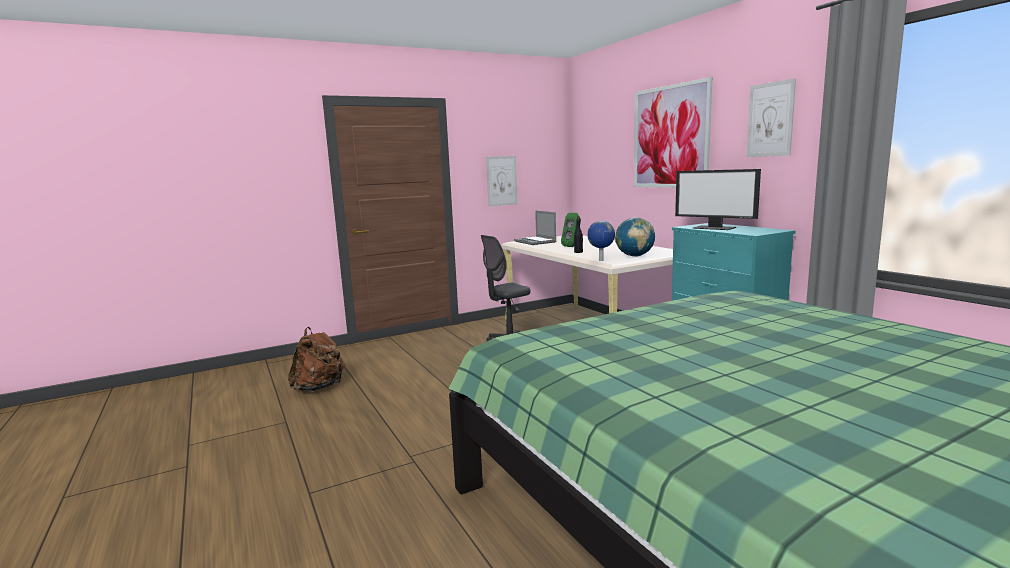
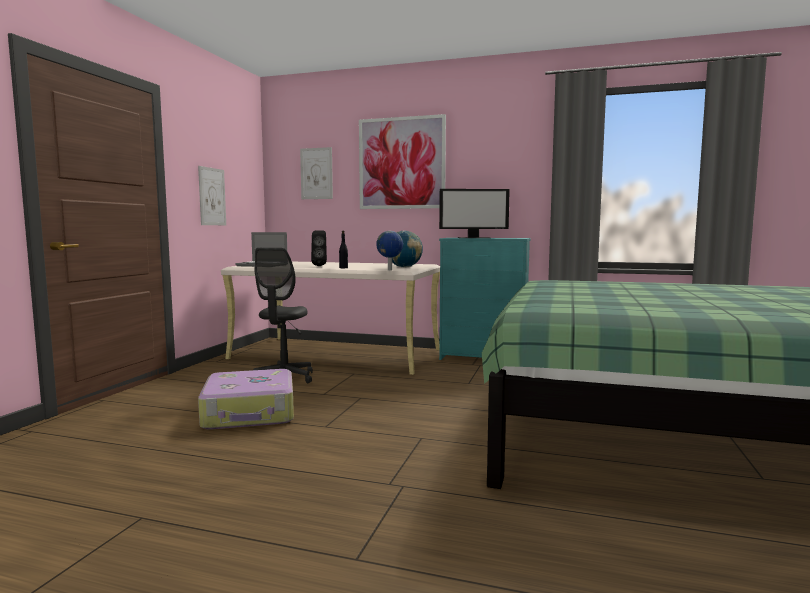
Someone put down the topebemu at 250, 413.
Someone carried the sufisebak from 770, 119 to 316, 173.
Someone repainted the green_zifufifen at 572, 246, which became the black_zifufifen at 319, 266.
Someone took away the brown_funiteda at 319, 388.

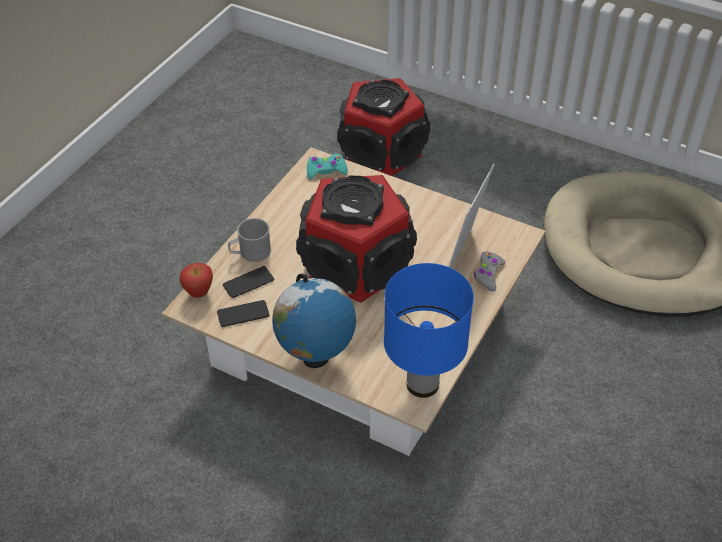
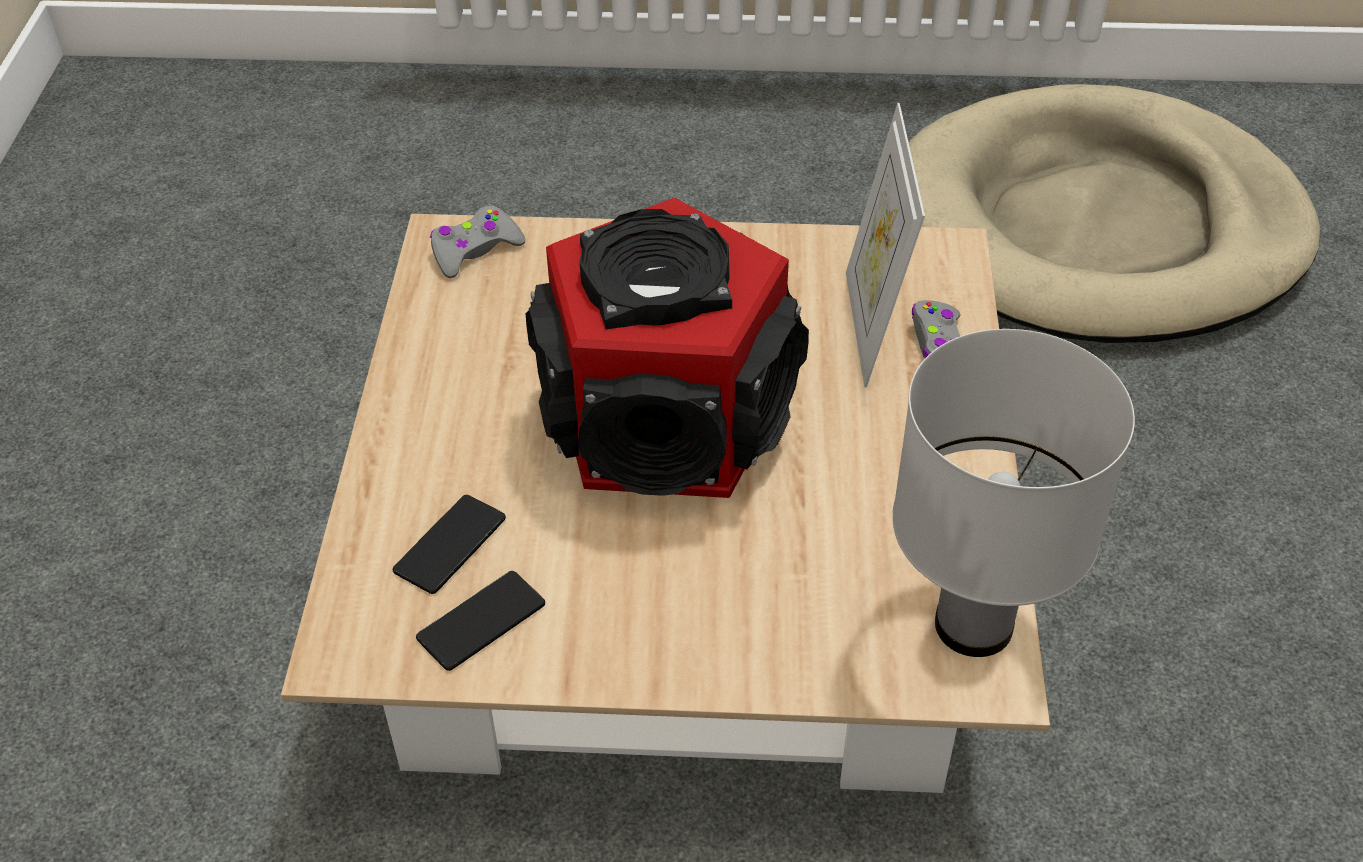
Someone repainted the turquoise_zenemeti at 326, 170, which became the grey_zenemeti at 475, 250.
Someone repainted the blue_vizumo at 422, 385, which became the white_vizumo at 973, 627.
Someone took away the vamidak at 199, 293.
Someone took away the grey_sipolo at 250, 253.
Someone took away the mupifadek at 315, 358.
Someone took away the zifufifen at 382, 153.

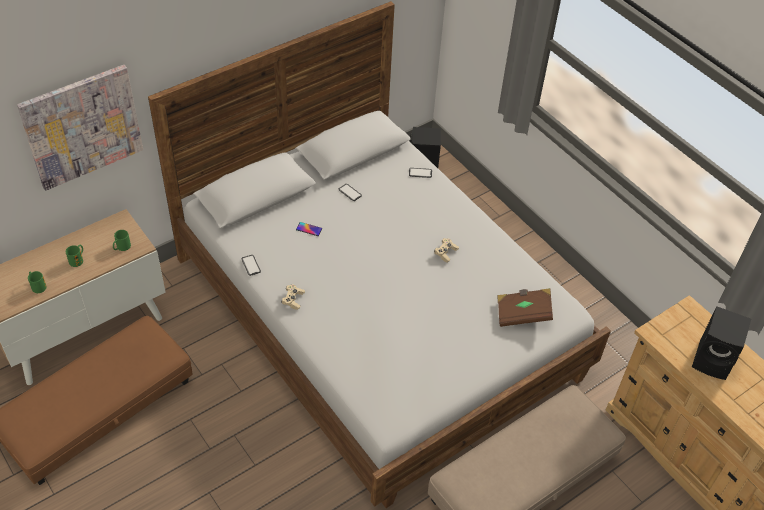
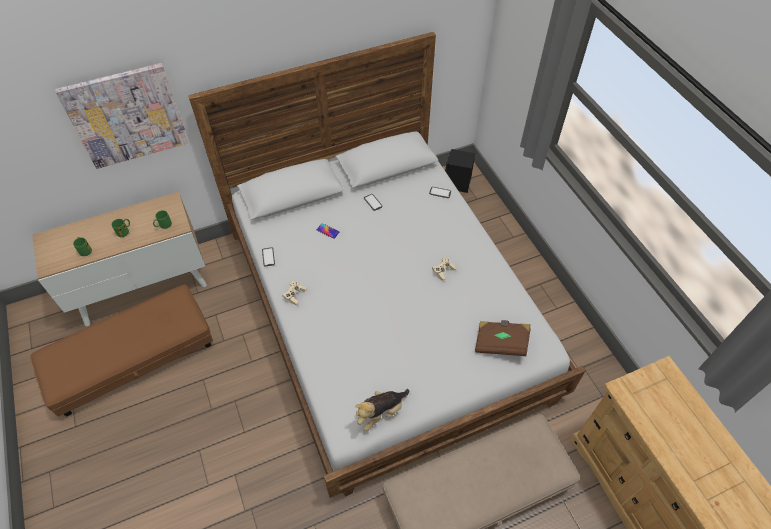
Someone put down the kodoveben at 381, 412.
Someone took away the black_zifufifen at 714, 361.

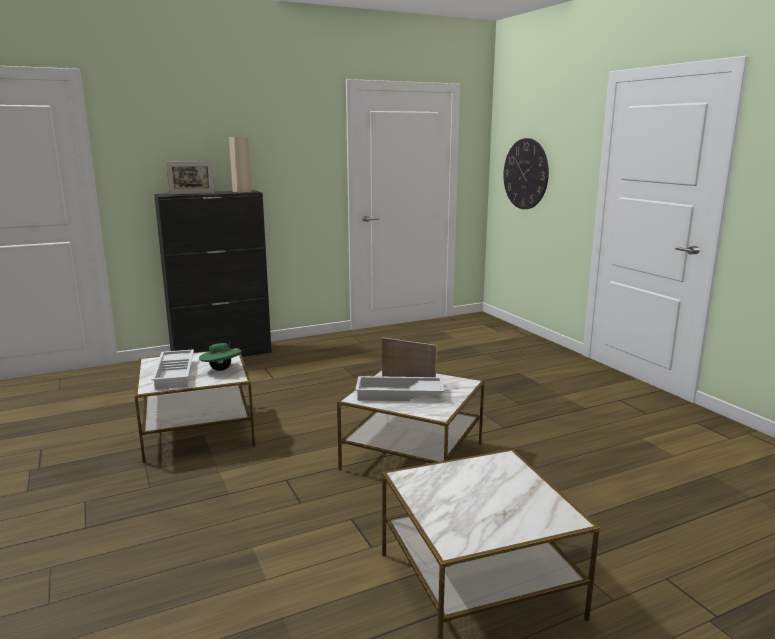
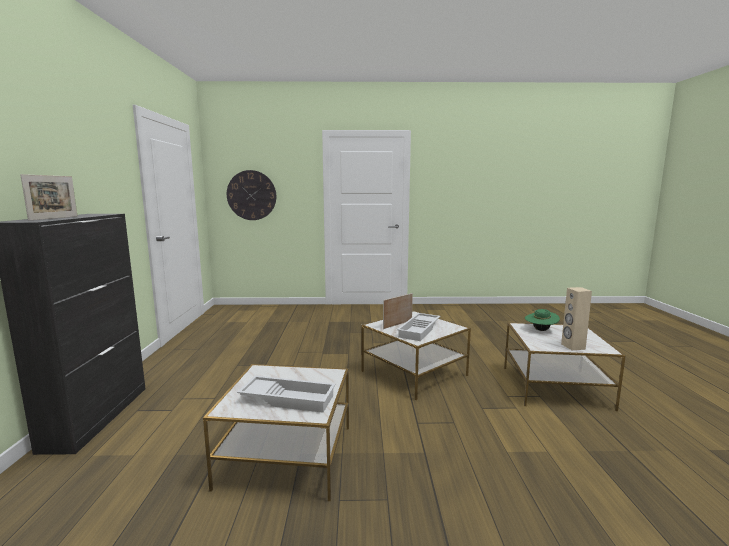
Someone carried the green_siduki from 221, 369 to 540, 330.
Someone carried the beige_zifufifen from 241, 191 to 572, 346.

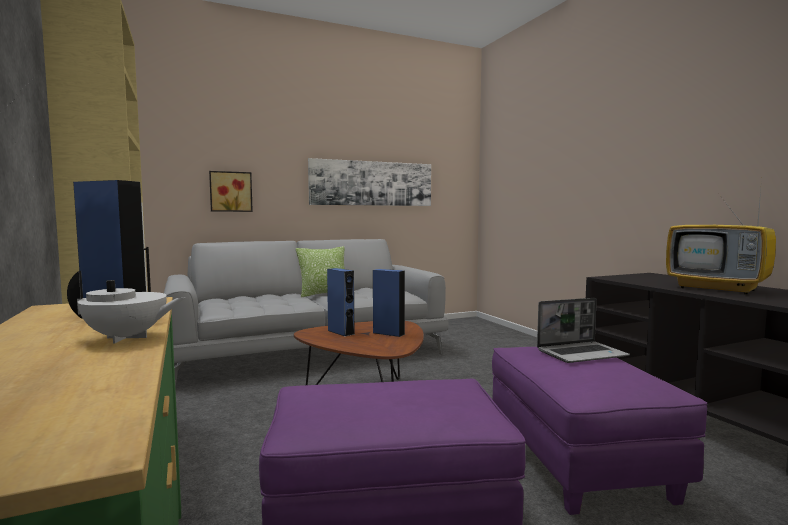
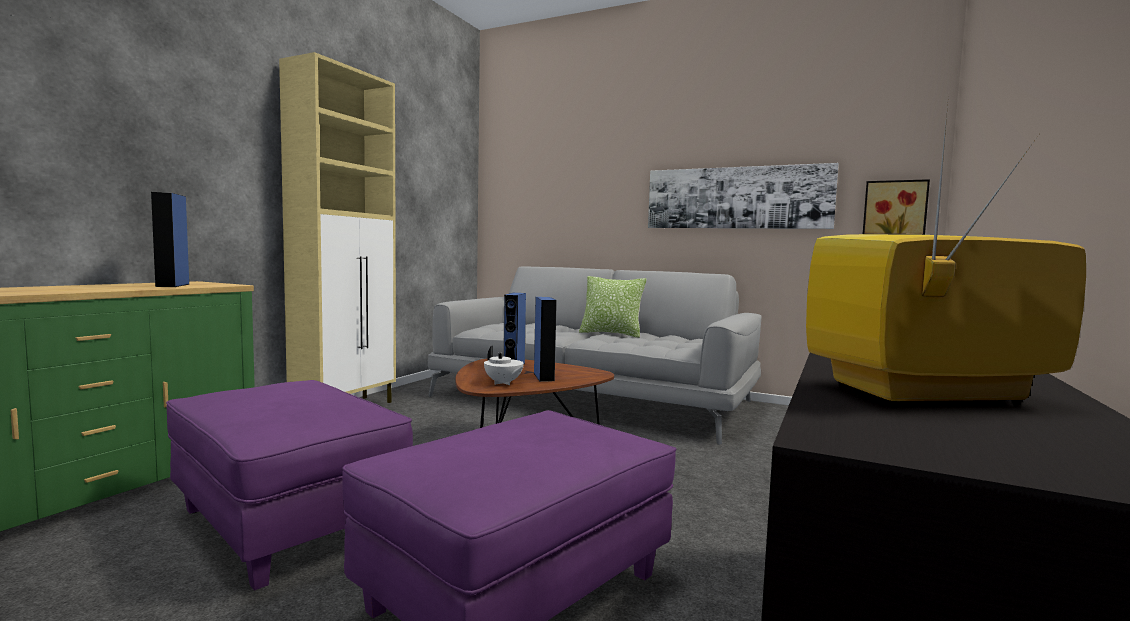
Someone carried the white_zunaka from 127, 338 to 503, 383.
Someone rotated the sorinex at 719, 289 by 75 degrees clockwise.
Someone carried the sufisebak from 231, 191 to 894, 208.
Someone took away the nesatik at 582, 353.

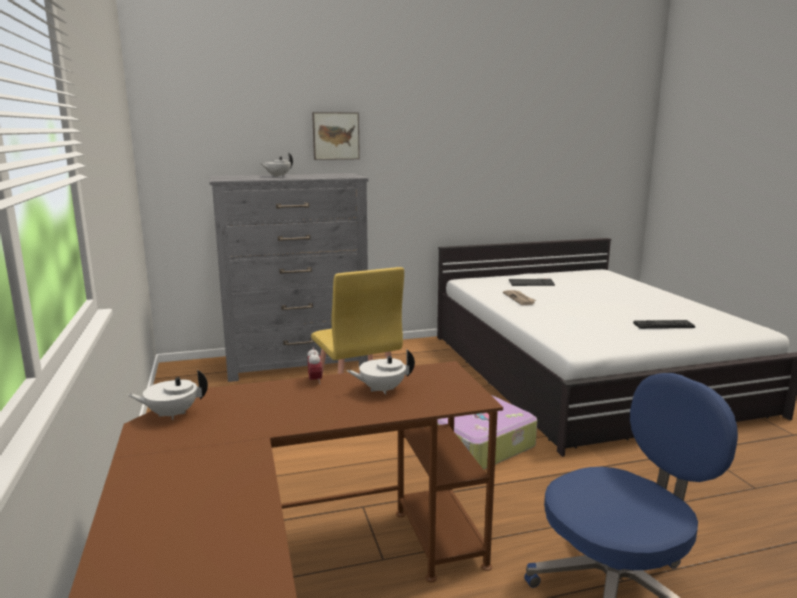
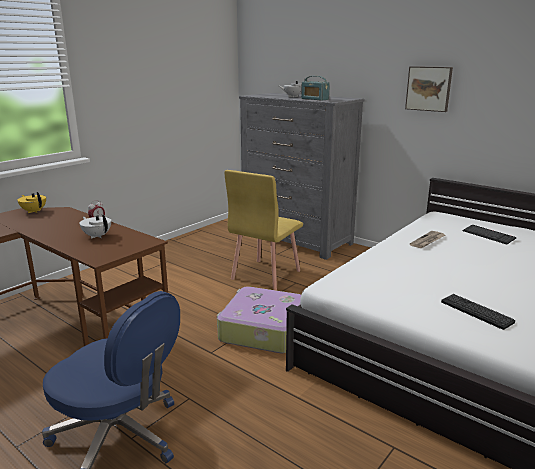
Someone repainted the white_zunaka at 172, 414, which became the yellow_zunaka at 34, 211.
Someone put down the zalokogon at 314, 99.
Someone carried the sufisebak from 335, 136 to 429, 88.

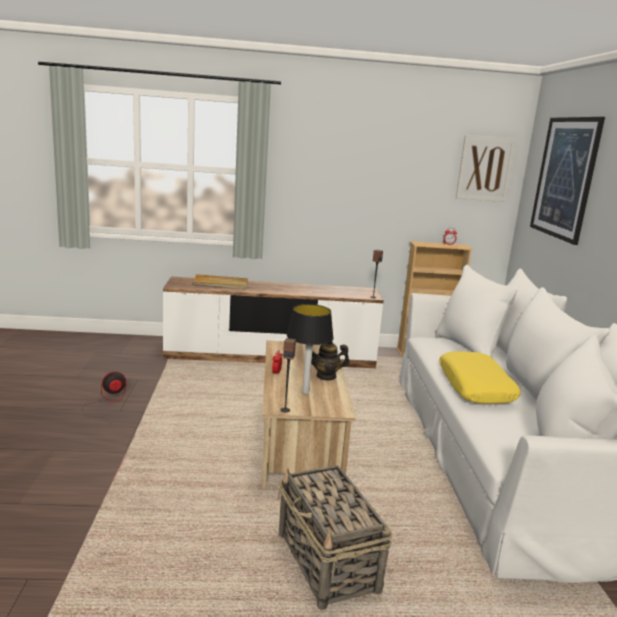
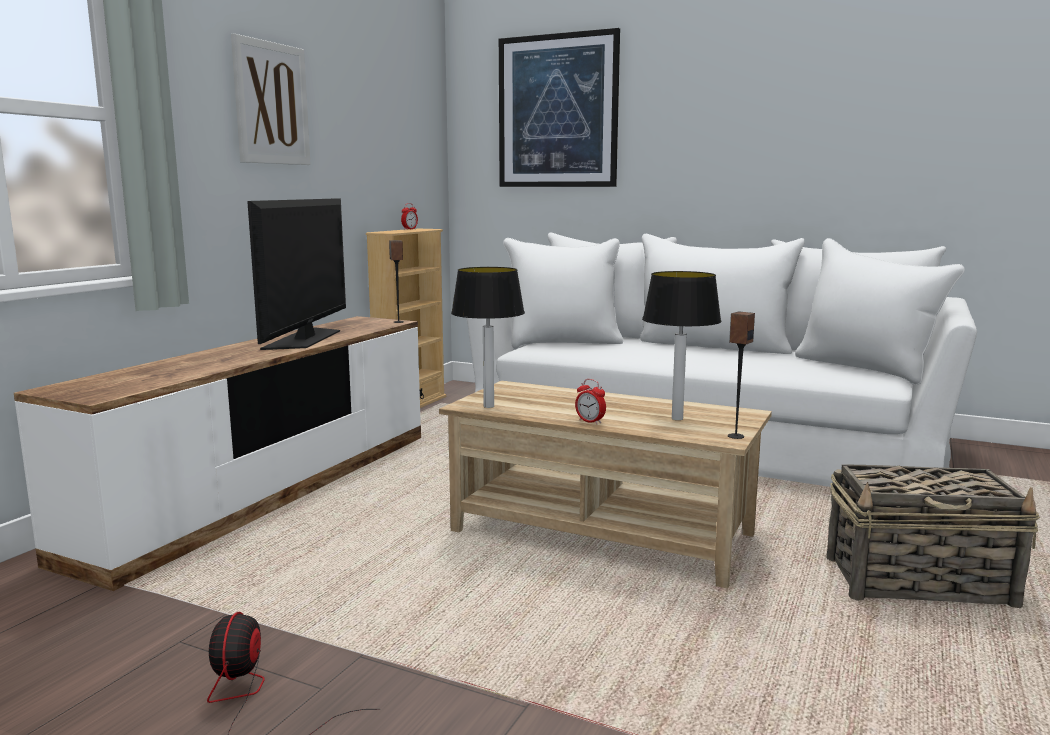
Someone carried the sufisebak from 485, 168 to 271, 103.
Someone put down the sorinex at 305, 339.
Someone put down the vizumo at 489, 406.
Someone took away the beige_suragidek at 220, 284.
Someone took away the zunaka at 326, 376.
Someone took away the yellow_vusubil at 475, 387.

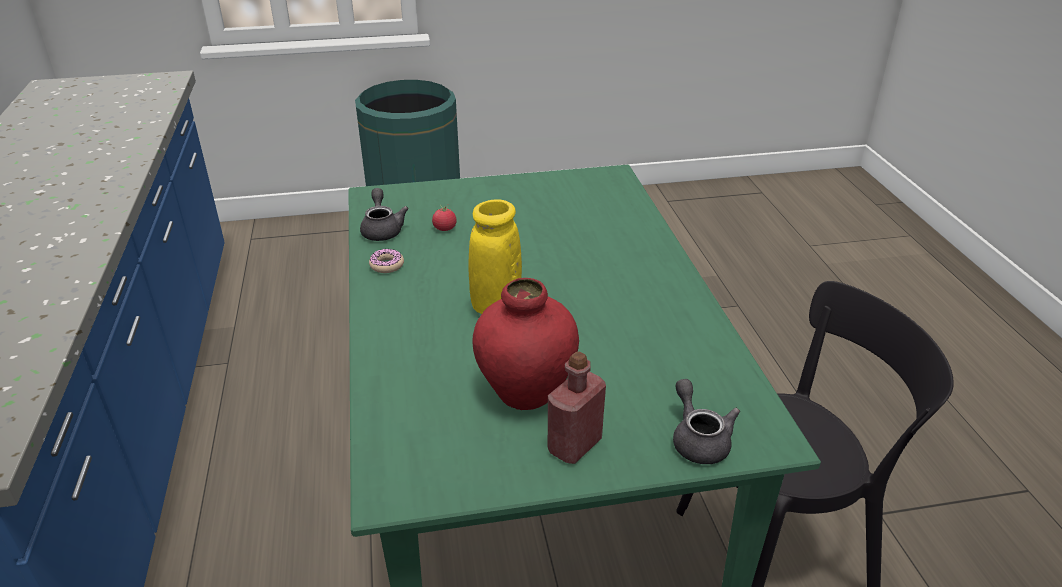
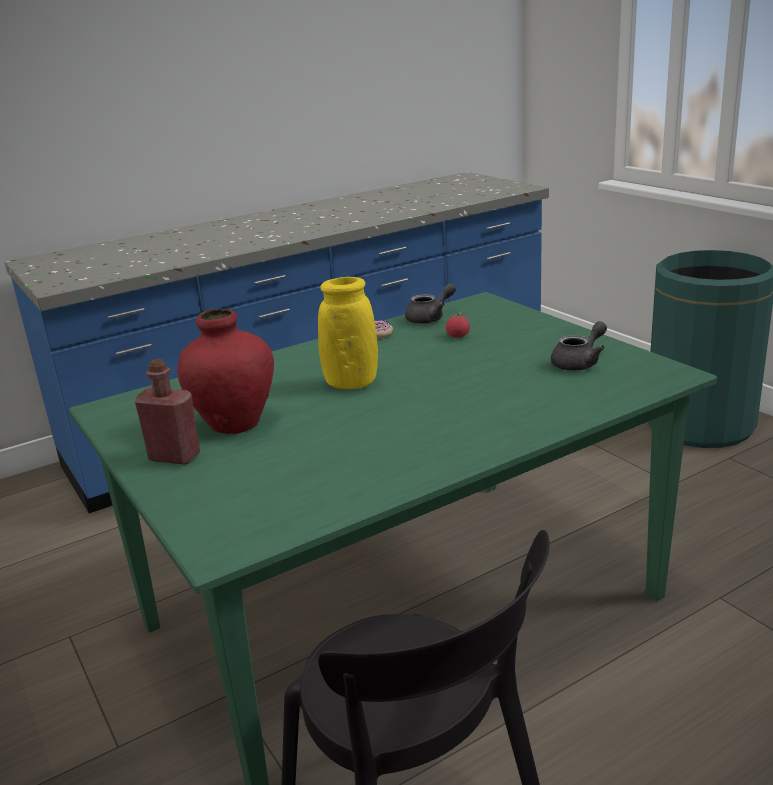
Someone carried the grey_zunaka from 698, 439 to 579, 363.

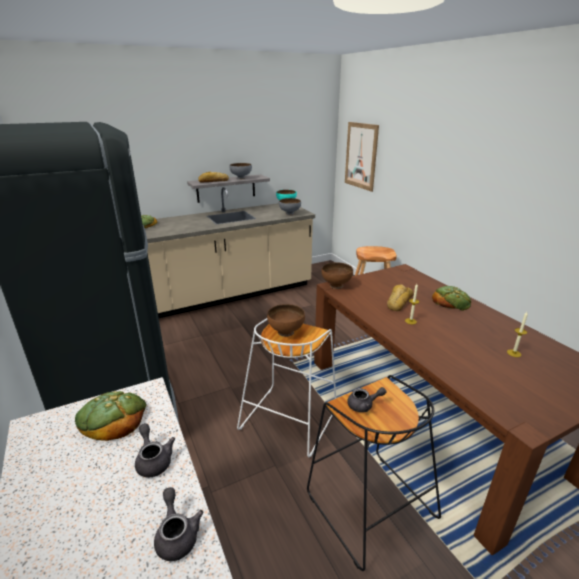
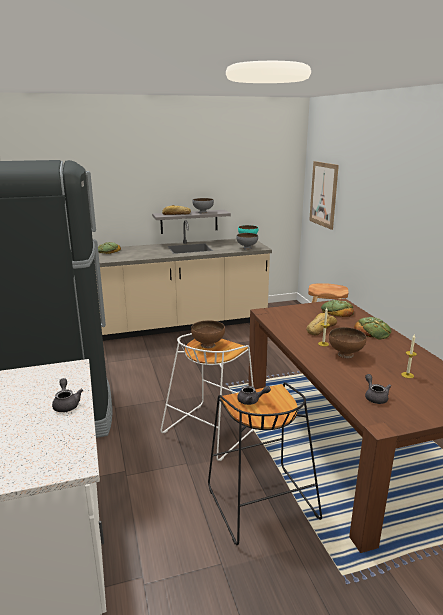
Someone carried the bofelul from 112, 418 to 337, 311.
Someone carried the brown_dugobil from 336, 285 to 345, 354.
Someone carried the grey_zunaka from 177, 534 to 375, 397.

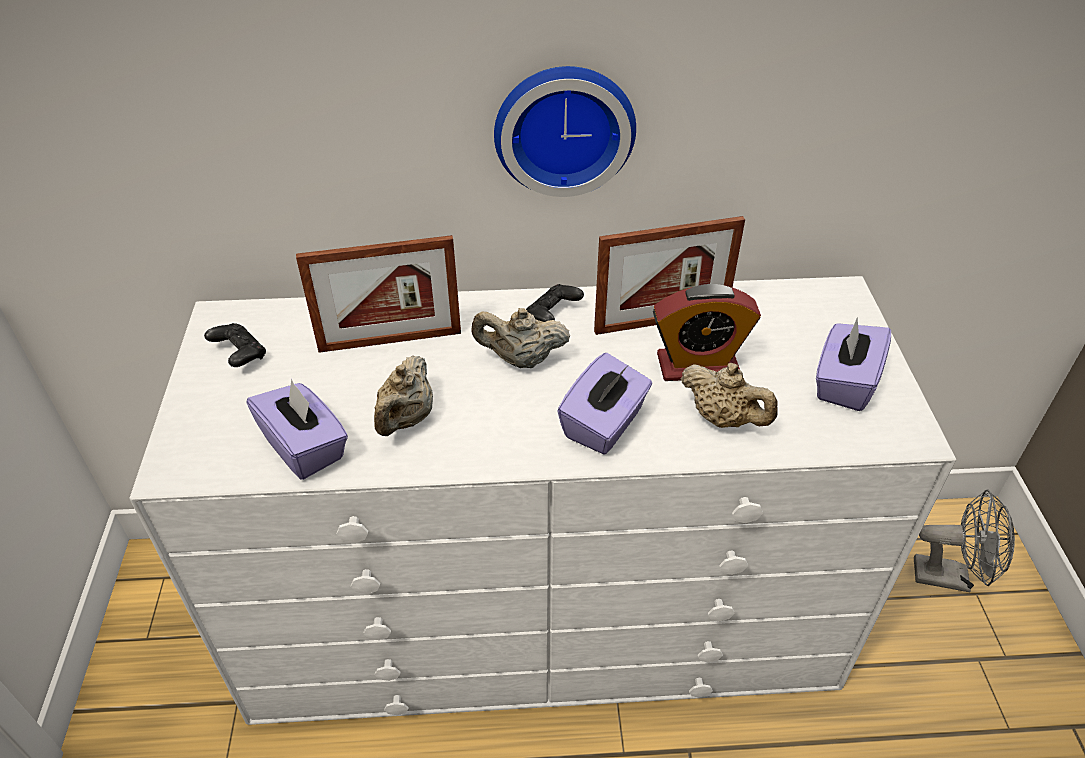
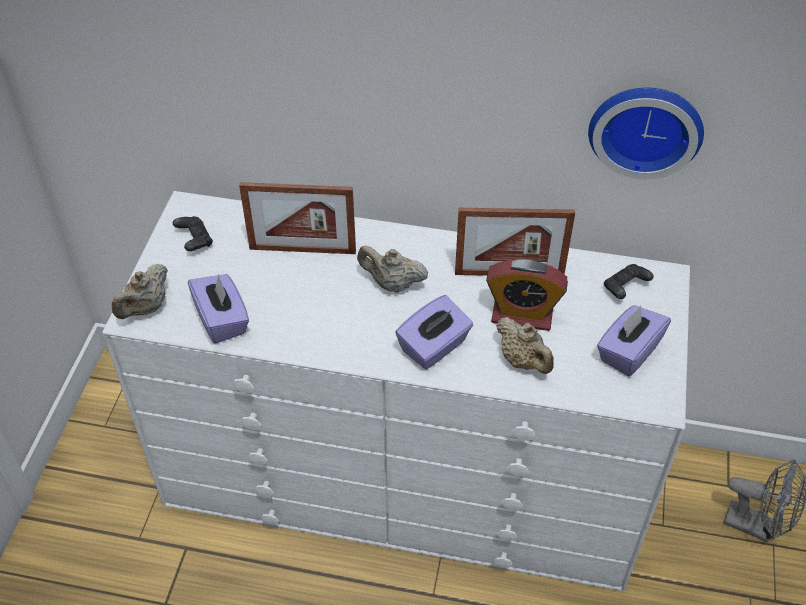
Someone carried the beige_zunaka from 406, 419 to 146, 308.
Someone carried the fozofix from 564, 127 to 645, 127.
Someone carried the black_zenemeti from 552, 315 to 624, 288.

